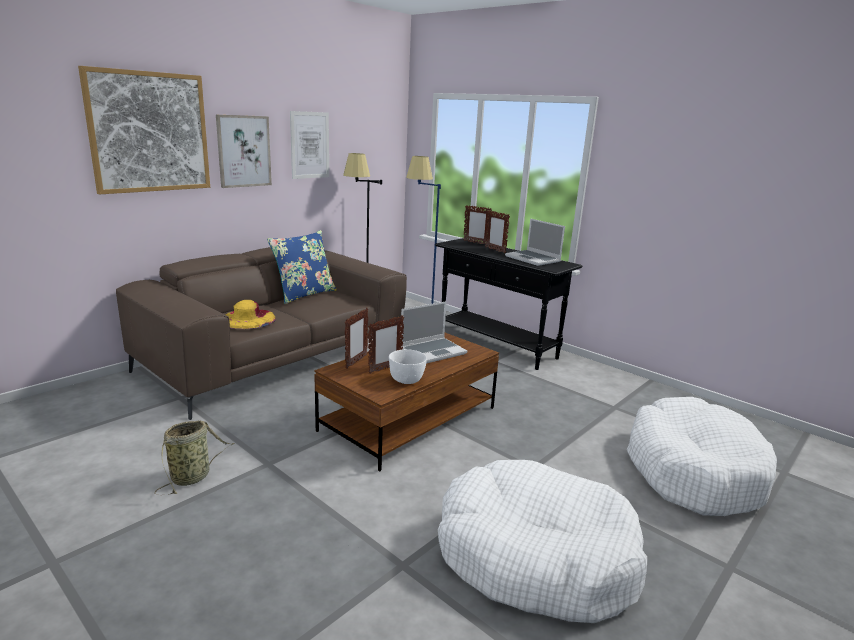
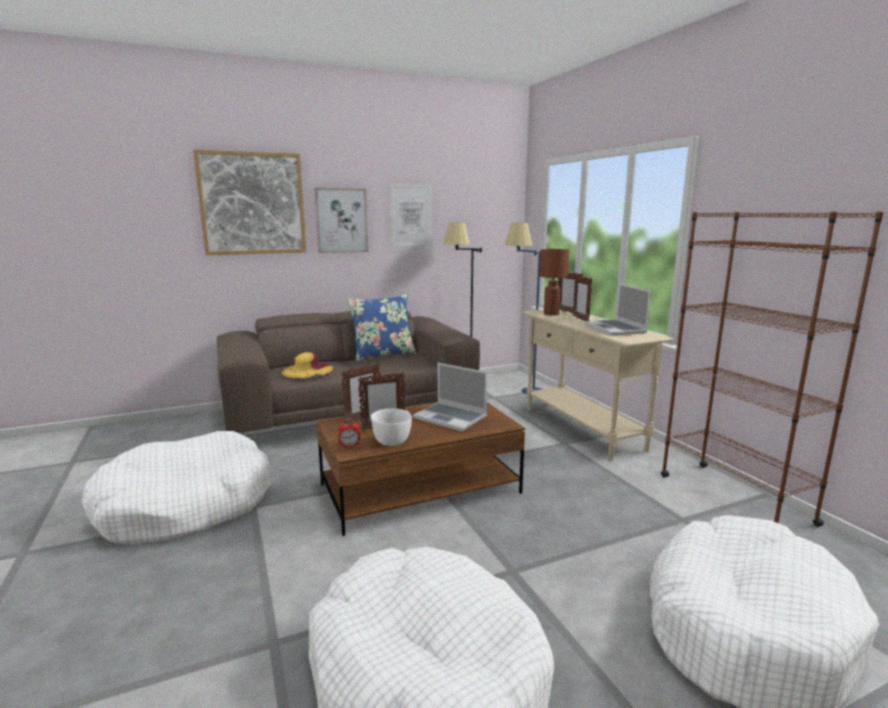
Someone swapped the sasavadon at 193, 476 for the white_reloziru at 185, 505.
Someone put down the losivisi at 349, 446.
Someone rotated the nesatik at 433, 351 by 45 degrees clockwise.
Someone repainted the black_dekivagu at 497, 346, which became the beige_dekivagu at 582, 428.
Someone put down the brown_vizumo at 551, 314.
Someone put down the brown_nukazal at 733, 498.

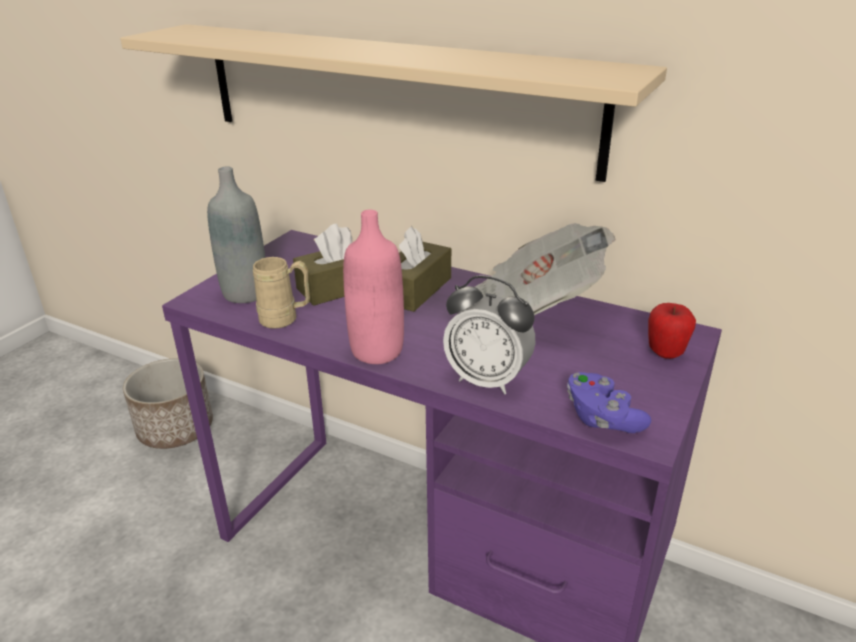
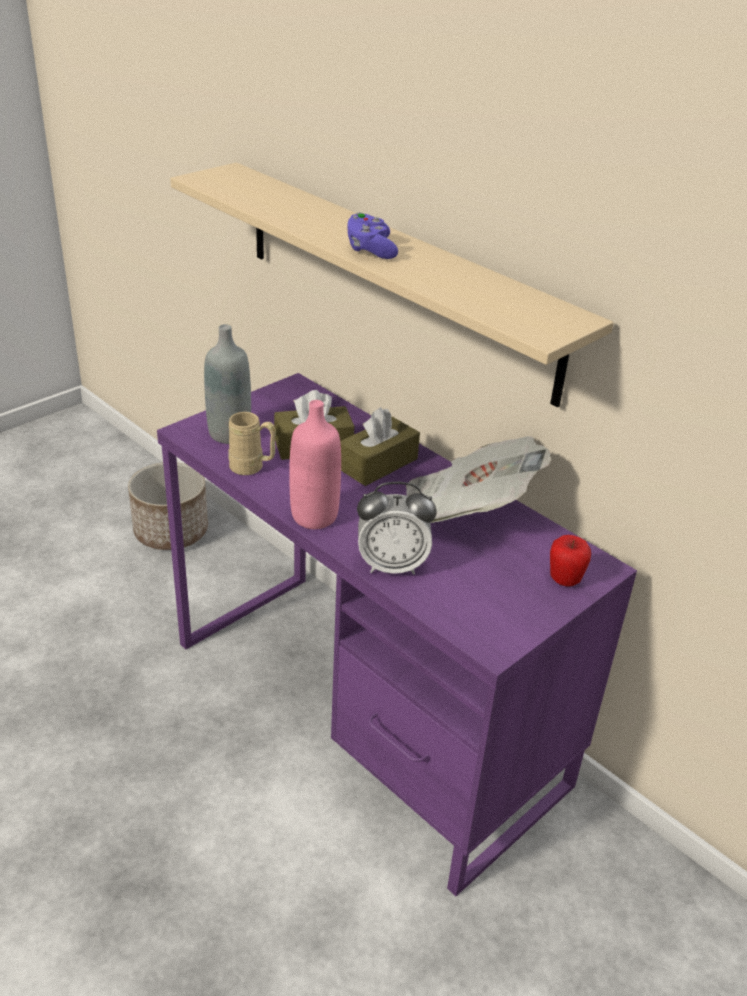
Someone carried the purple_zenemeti from 602, 418 to 370, 250.
Someone rotated the losivisi at 487, 380 by 45 degrees counterclockwise.

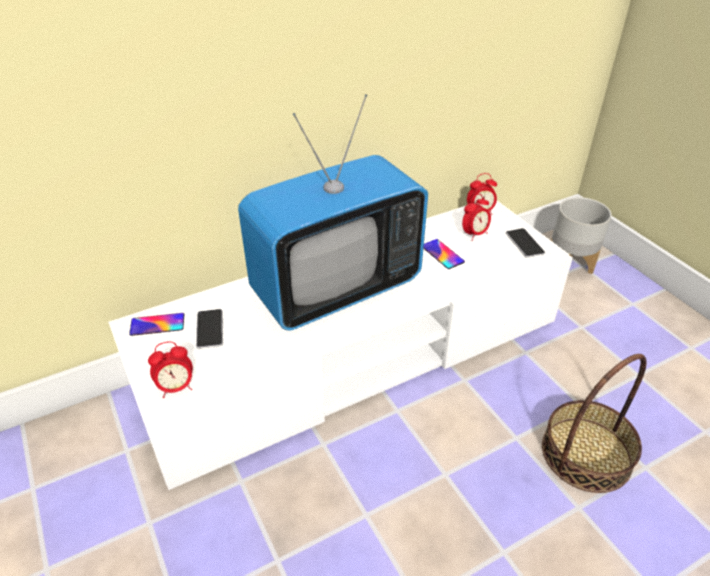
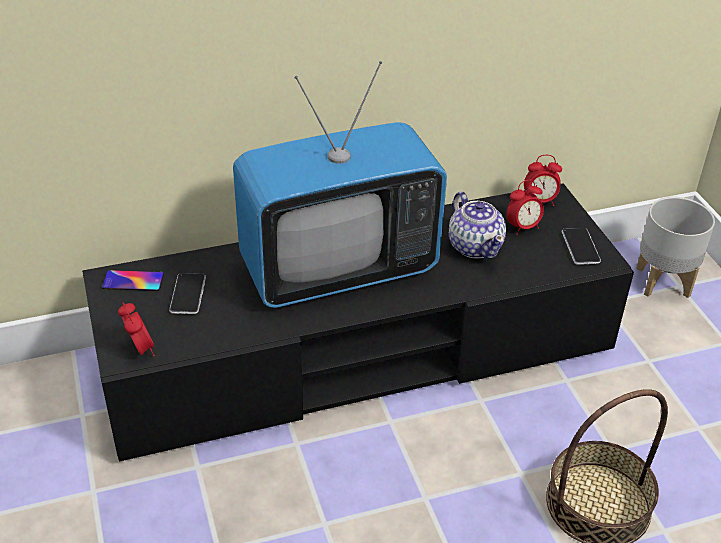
Someone repainted the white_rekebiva at 355, 356, which became the black_rekebiva at 358, 353.
Someone rotated the losivisi at 176, 387 by 105 degrees counterclockwise.
Someone swapped the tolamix at 442, 254 for the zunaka at 475, 246.

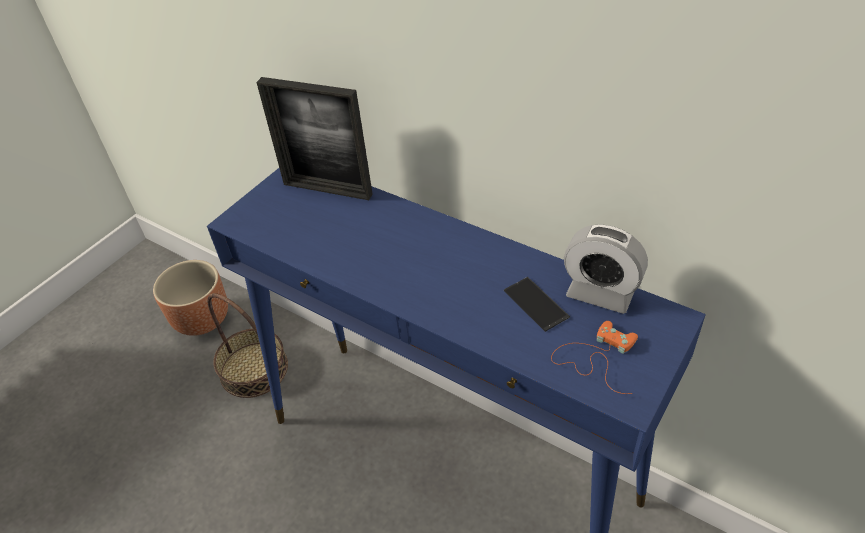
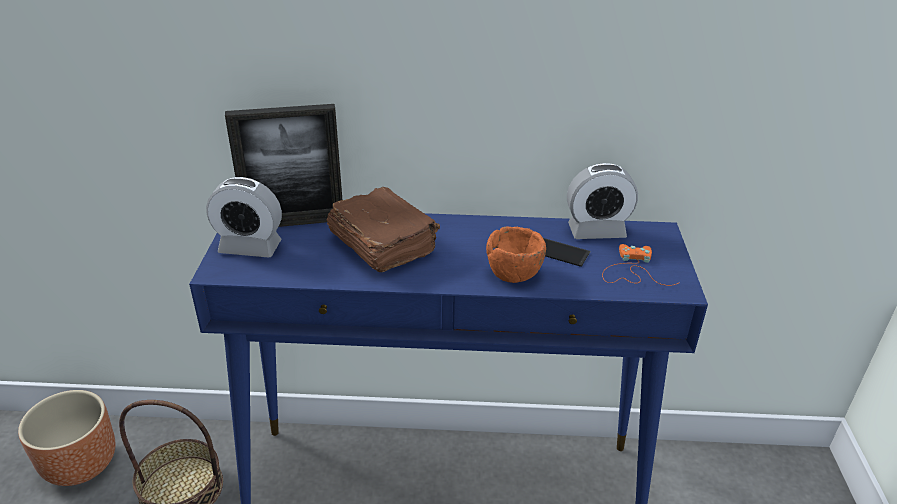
Someone put down the losivisi at 250, 247.
Someone put down the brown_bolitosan at 382, 244.
Someone put down the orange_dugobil at 514, 273.

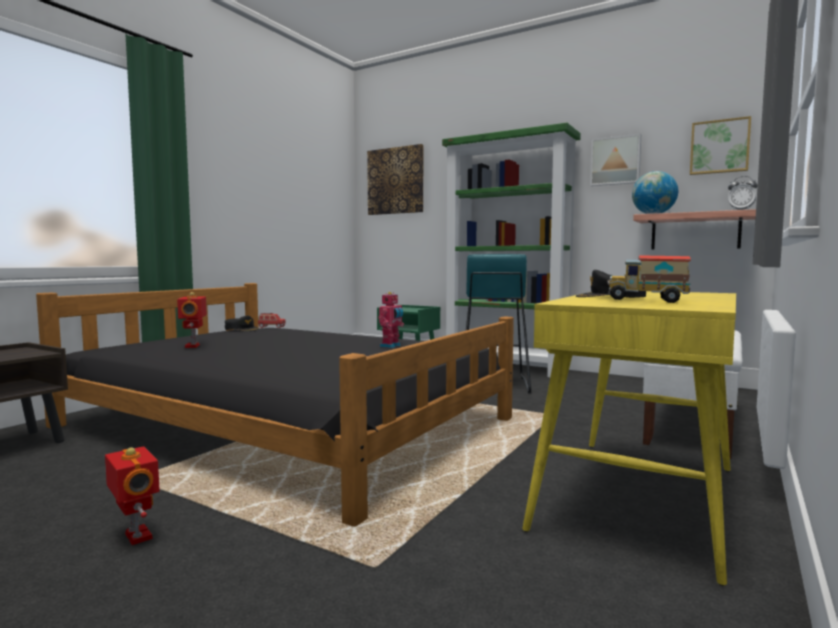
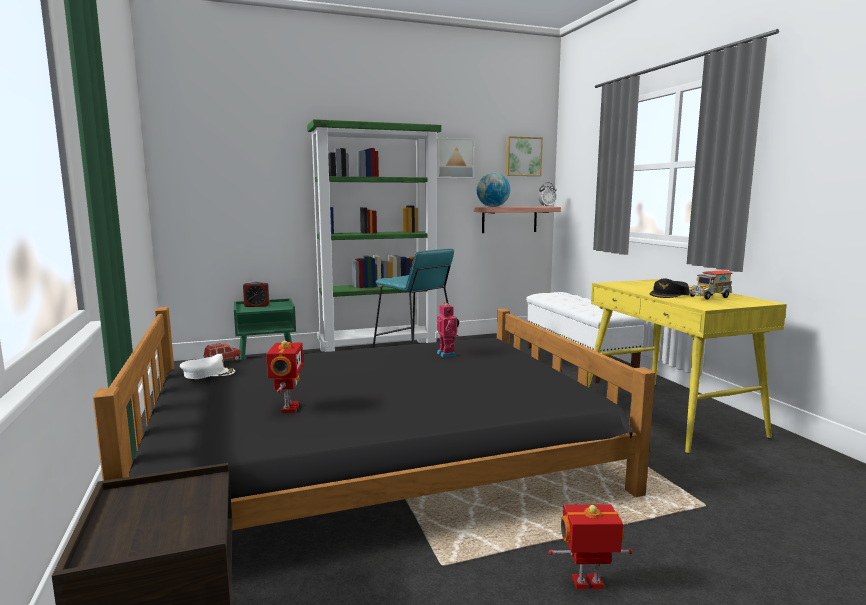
Someone repainted the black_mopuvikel at 241, 329, which became the white_mopuvikel at 208, 373.
Someone put down the losivisi at 257, 305.
Someone rotated the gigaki at 193, 346 by 120 degrees counterclockwise.
Someone took away the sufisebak at 395, 181.

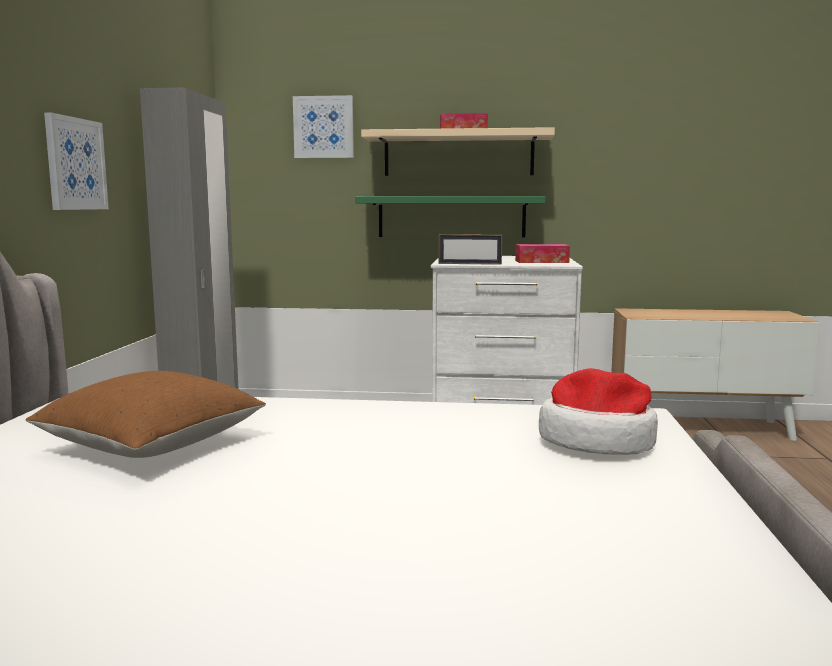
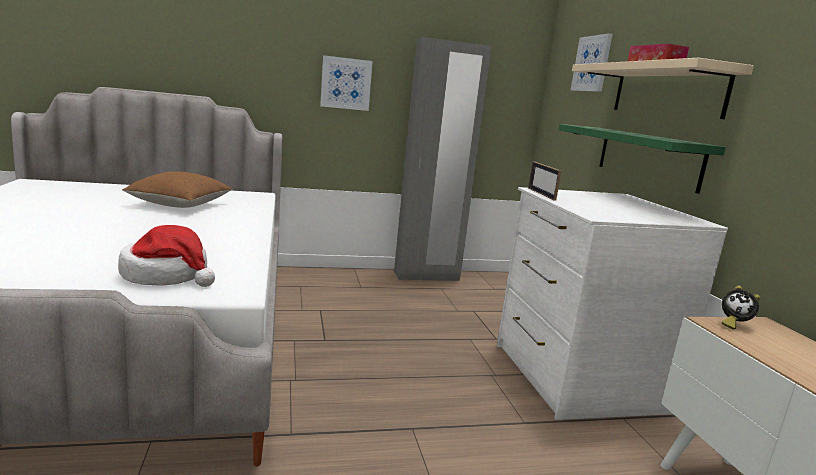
Someone put down the losivisi at 733, 324.
Someone took away the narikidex at 541, 261.

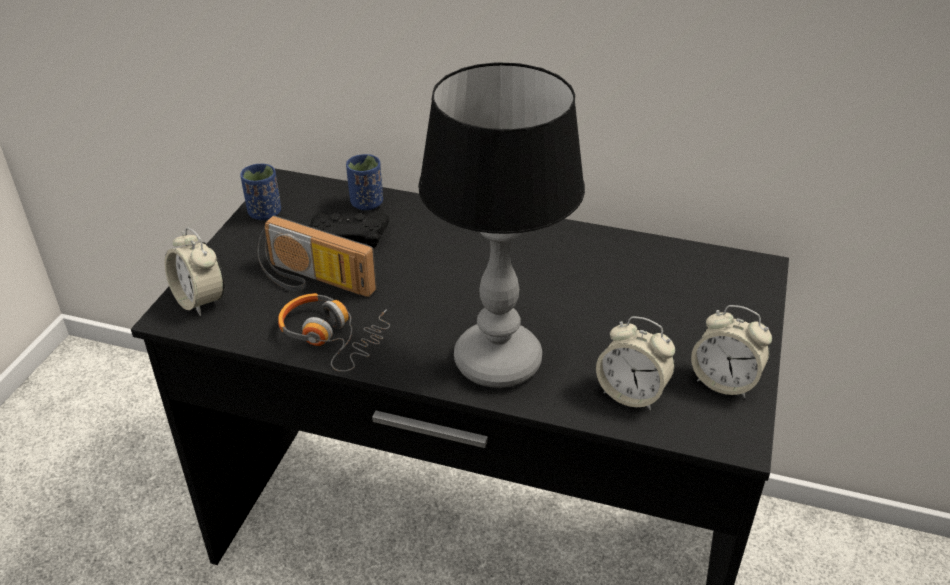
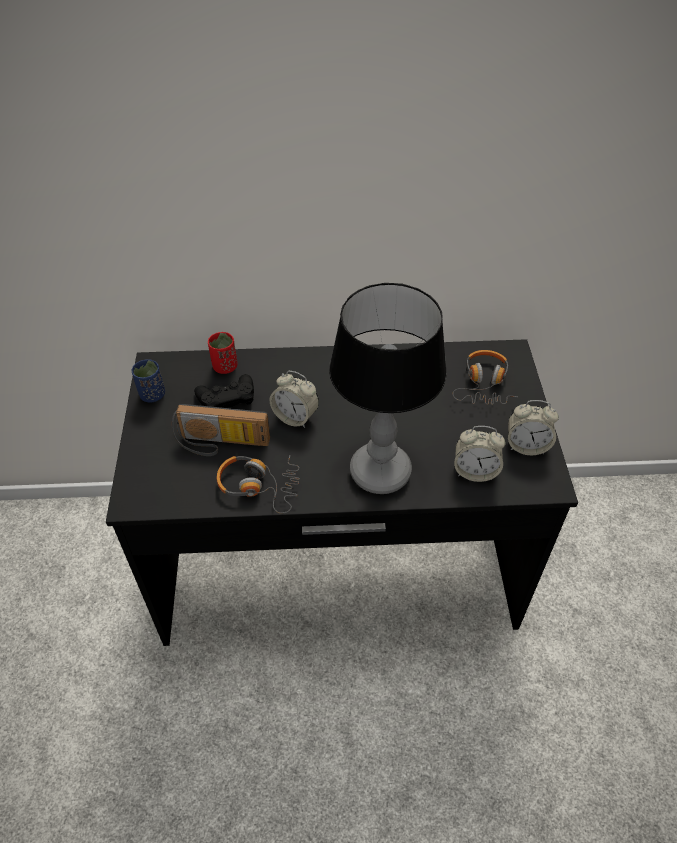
Someone repainted the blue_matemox at 366, 203, which became the red_matemox at 225, 367.
Someone carried the losivisi from 200, 300 to 295, 417.
Someone put down the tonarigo at 483, 384.

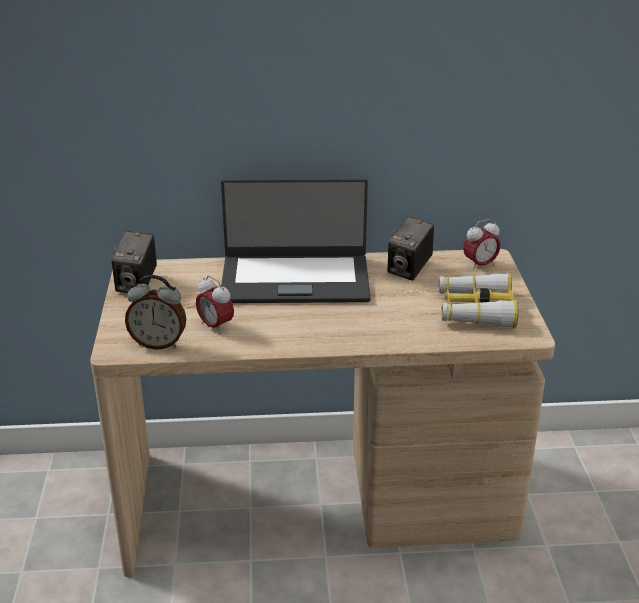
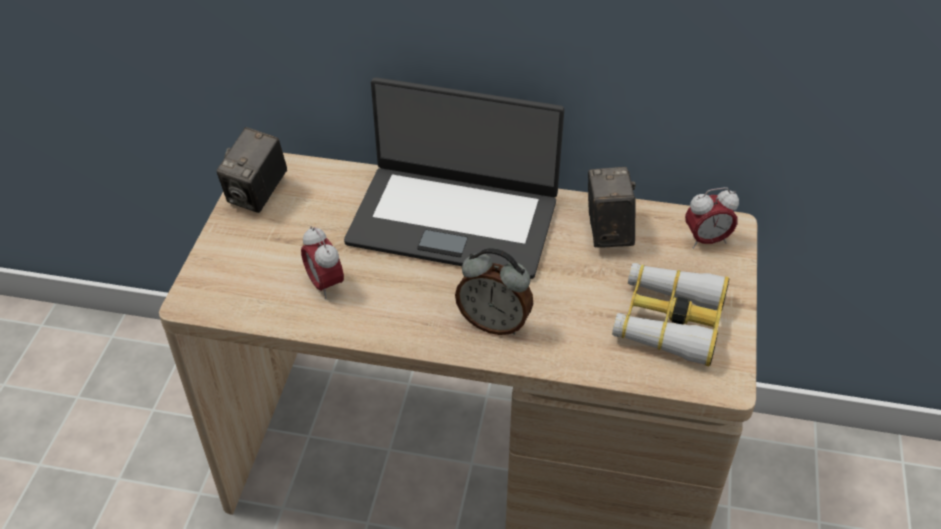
Someone carried the losivisi from 158, 343 to 494, 322.
Someone rotated the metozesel at 409, 270 by 135 degrees clockwise.

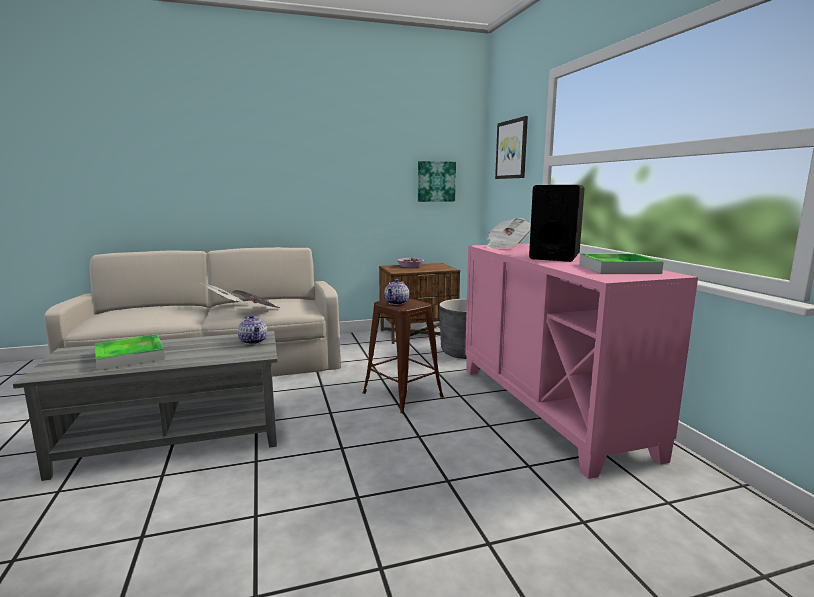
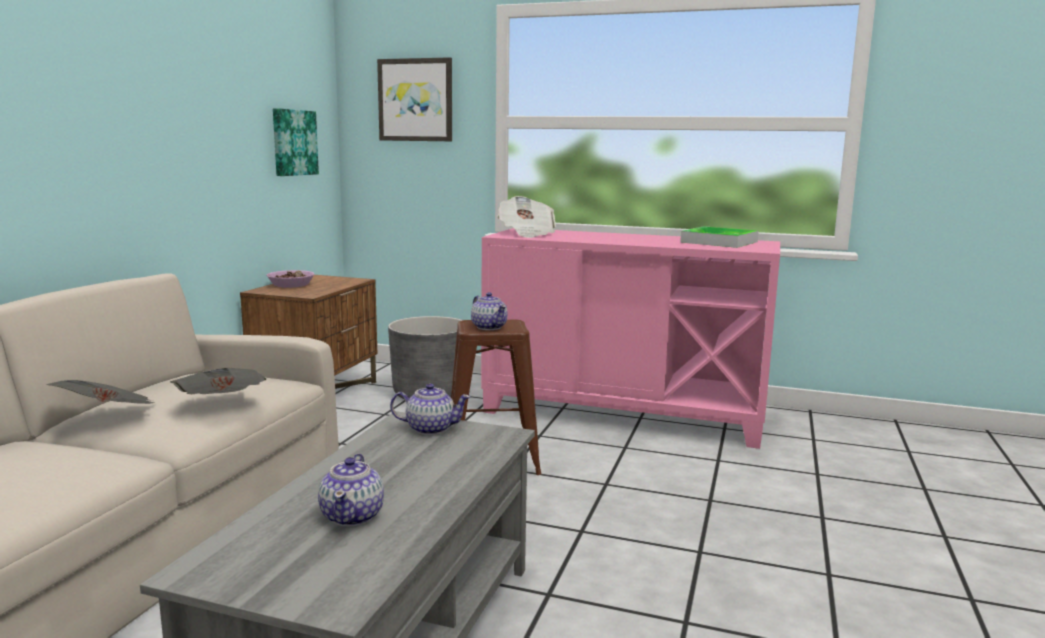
Someone swapped the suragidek at 130, 356 for the zunaka at 353, 516.
Someone took away the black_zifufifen at 554, 256.

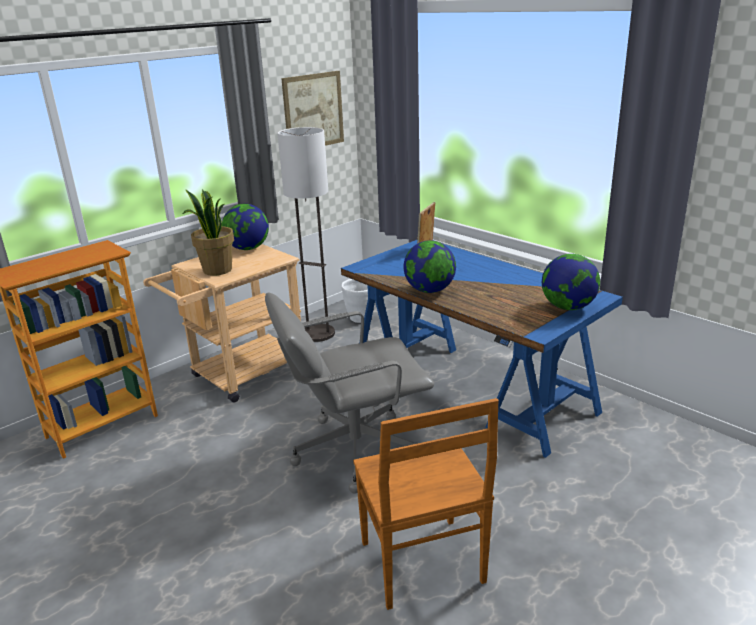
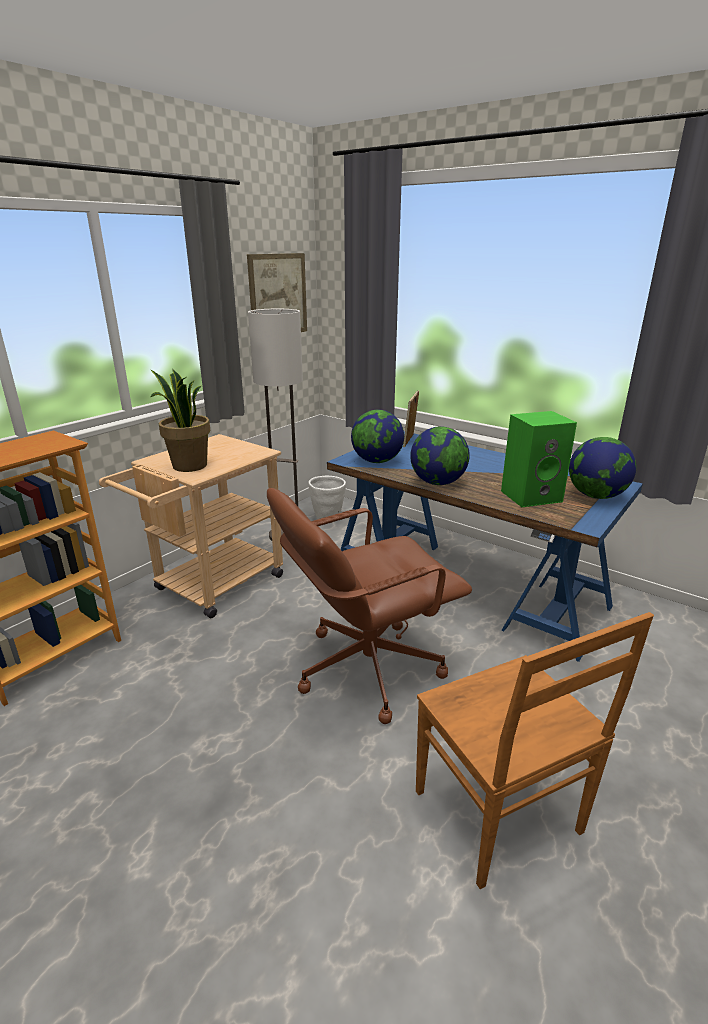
Someone repainted the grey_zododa at 353, 450, which became the brown_zododa at 366, 667.
Someone carried the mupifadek from 248, 248 to 377, 461.
Someone put down the green_zifufifen at 531, 496.

